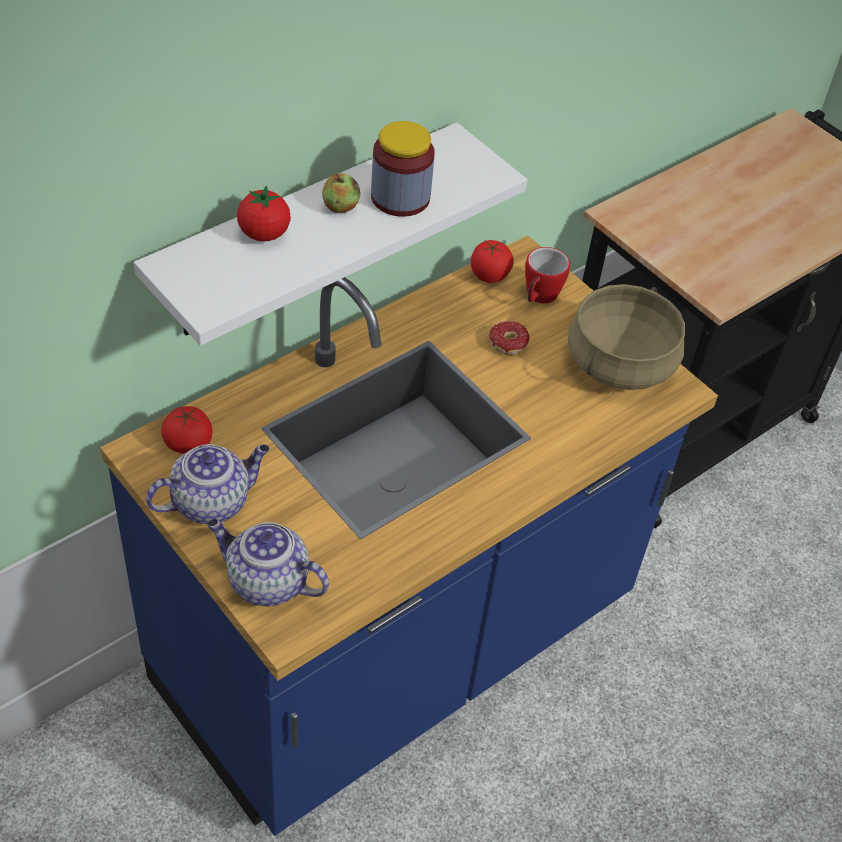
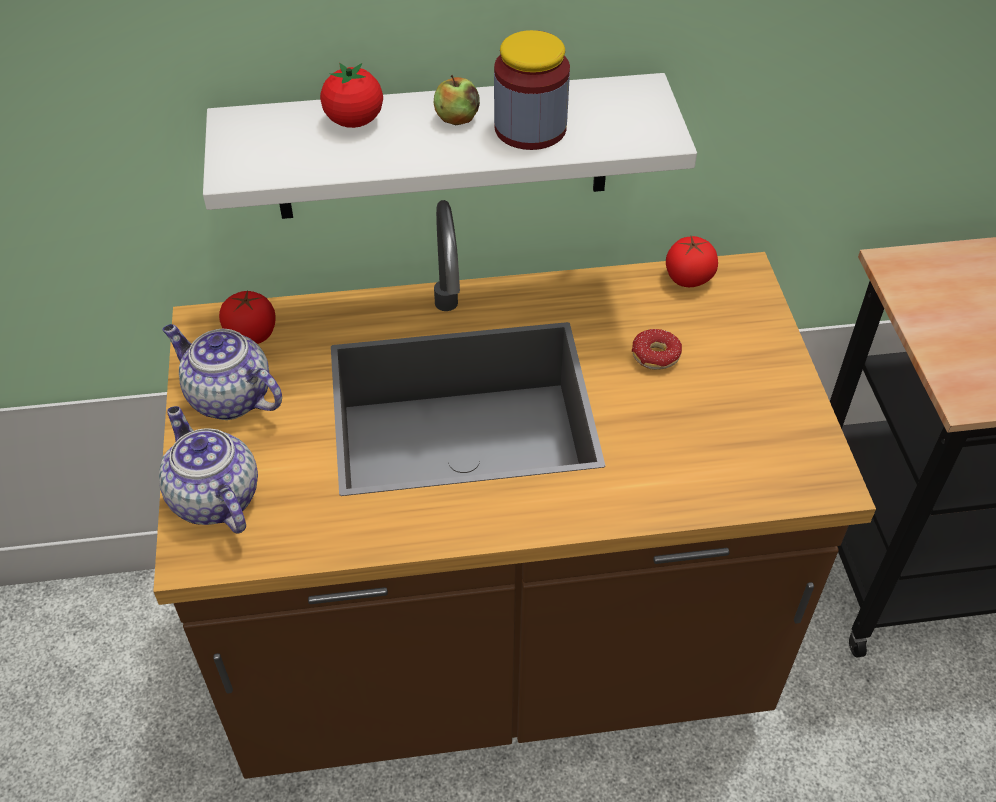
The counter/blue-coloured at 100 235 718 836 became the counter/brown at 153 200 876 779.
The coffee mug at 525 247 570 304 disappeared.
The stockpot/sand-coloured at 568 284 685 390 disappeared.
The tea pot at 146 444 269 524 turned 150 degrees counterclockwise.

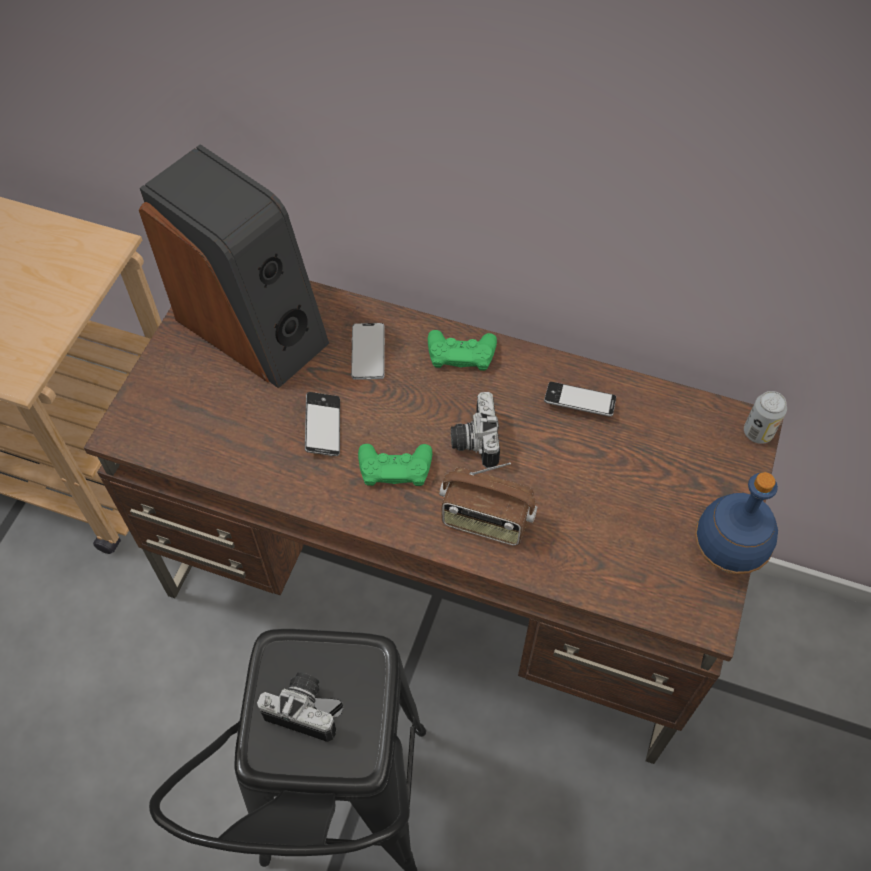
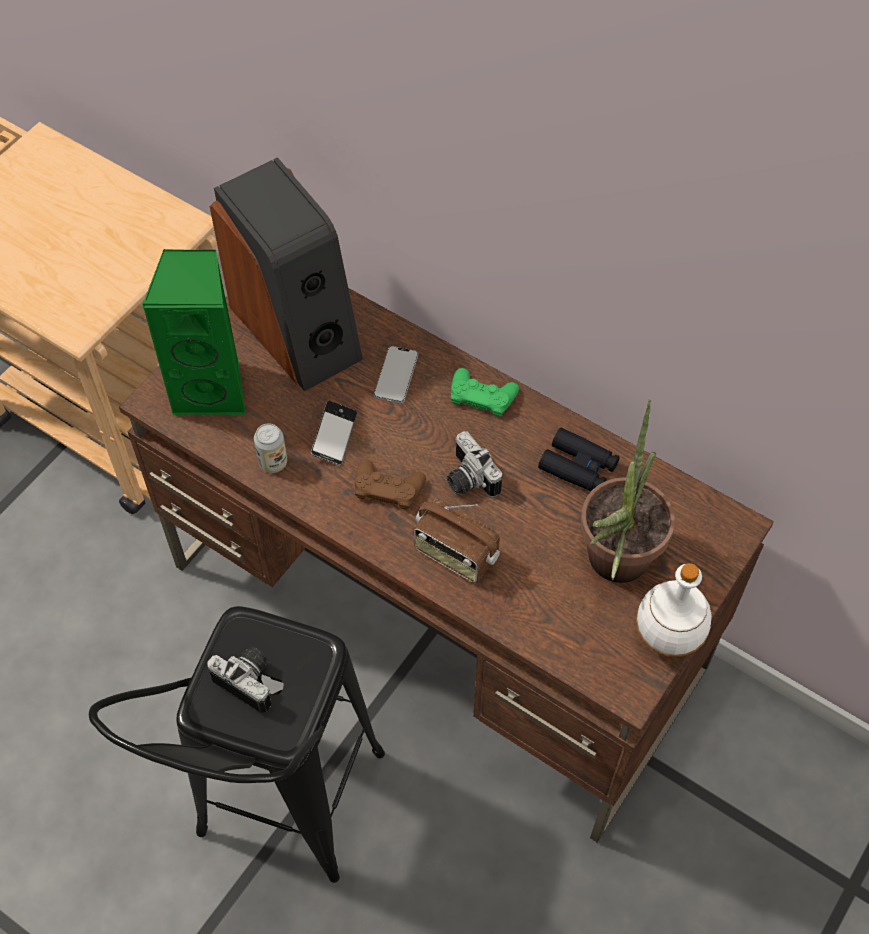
The phone at 544 382 616 417 was replaced by the field glasses/black at 538 428 620 491.
The metal can moved from 744 391 787 444 to 254 423 287 473.
The photo camera at 451 392 500 468 turned 45 degrees counterclockwise.
The game controller/green at 358 444 432 486 became the game controller/brown at 355 460 426 510.
The drink bottle/blue-coloured at 695 472 778 574 became the drink bottle/white-coloured at 636 563 712 657.
The loudspeaker/green at 141 249 246 415 appeared.
The houseplant at 580 399 675 583 appeared.

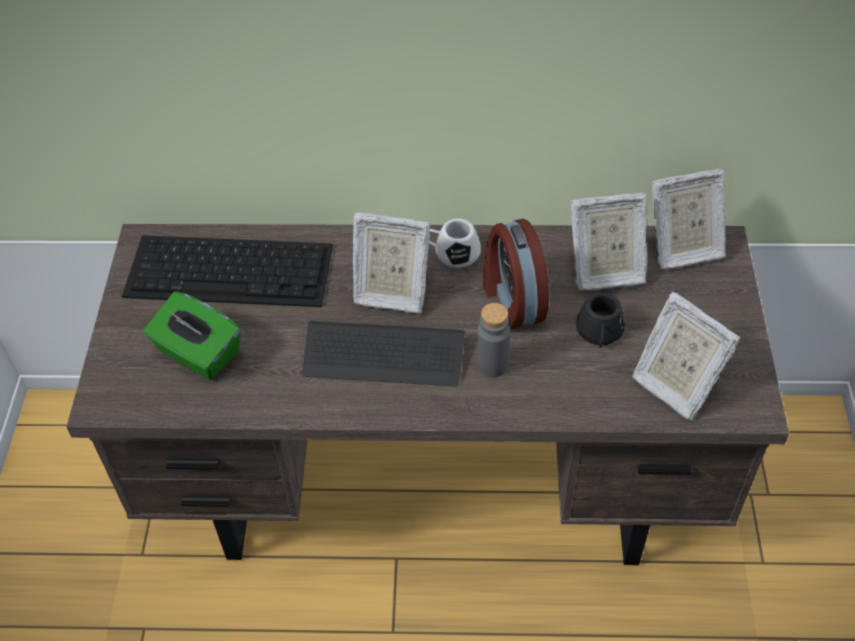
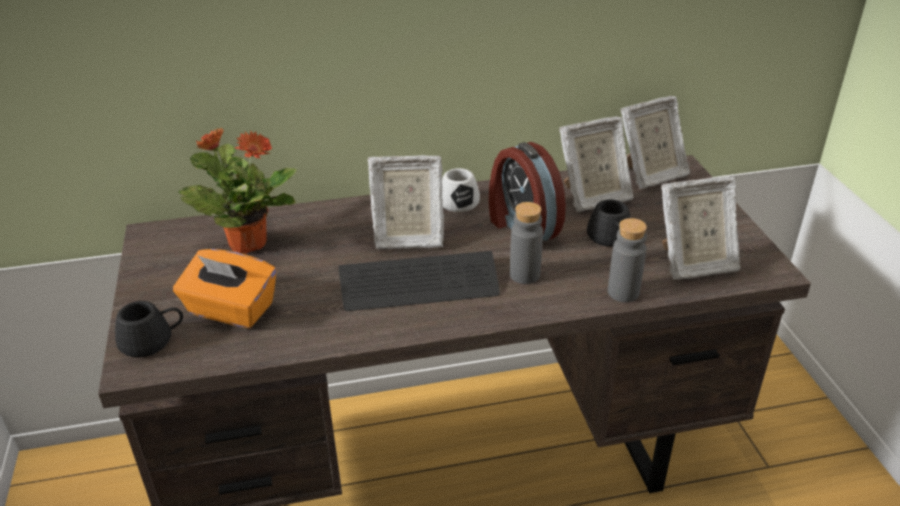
The computer keyboard at 122 235 333 307 was replaced by the houseplant at 179 128 297 254.
The tissue holder/green at 144 291 241 380 became the tissue holder/orange-coloured at 173 249 277 328.
The standing frame at 632 292 740 420 turned 45 degrees counterclockwise.
The drink bottle/greyish at 608 218 647 302 appeared.
The coffee mug/black at 115 301 183 358 appeared.

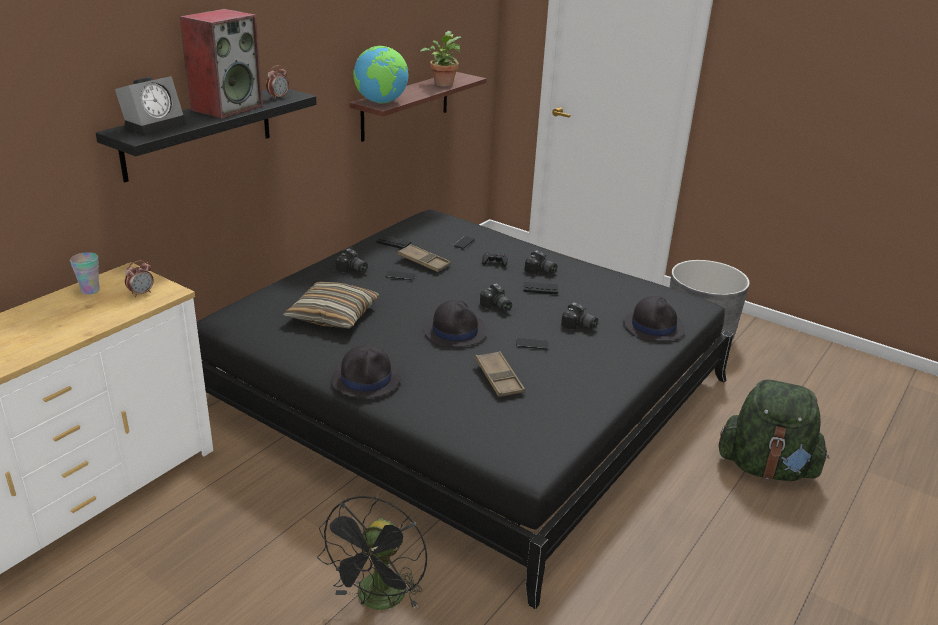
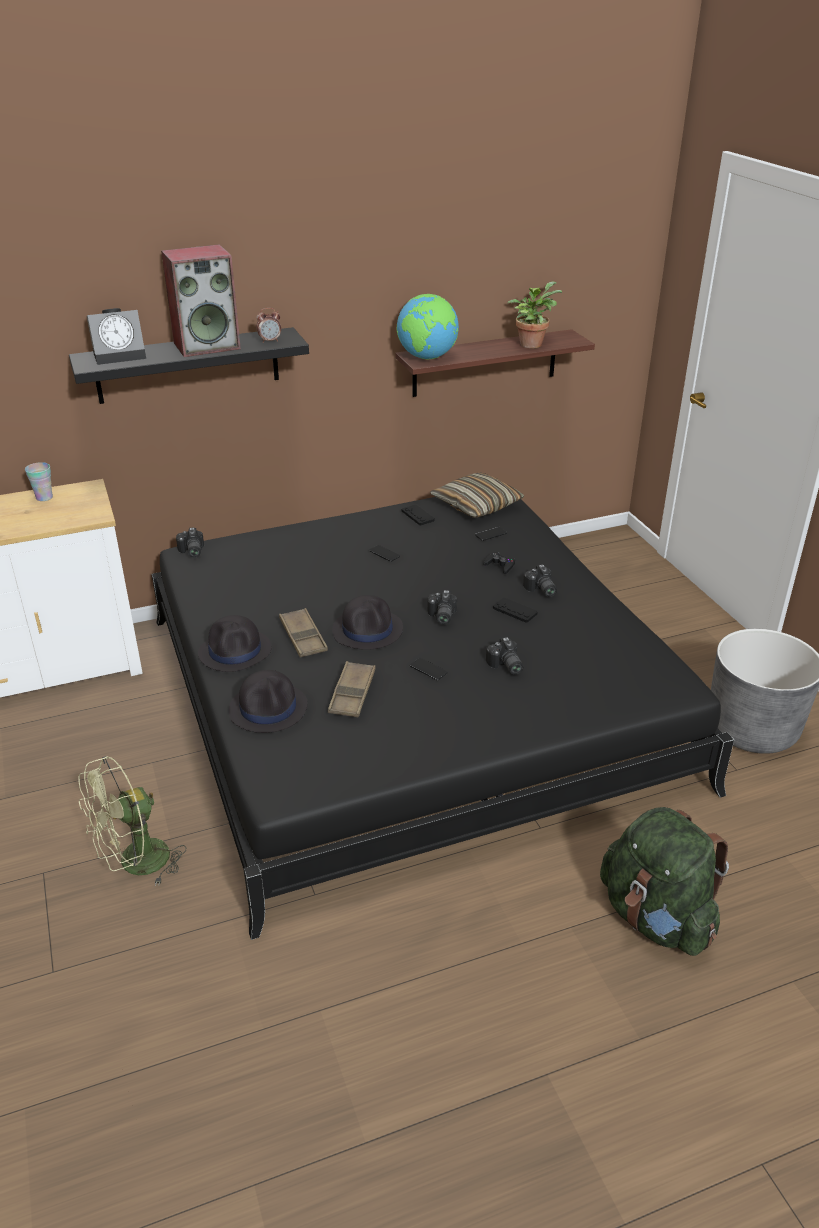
The carrying tray/brown moved from 397 244 451 272 to 279 608 328 657.
The photo camera moved from 336 248 368 273 to 176 527 204 558.
The table clock at 125 260 154 297 disappeared.
The pillow moved from 283 282 379 329 to 430 473 525 518.
The wearable hat/black moved from 623 296 685 341 to 229 670 308 733.
The cooling fan/black at 317 496 427 610 became the cooling fan/green at 79 756 187 886.

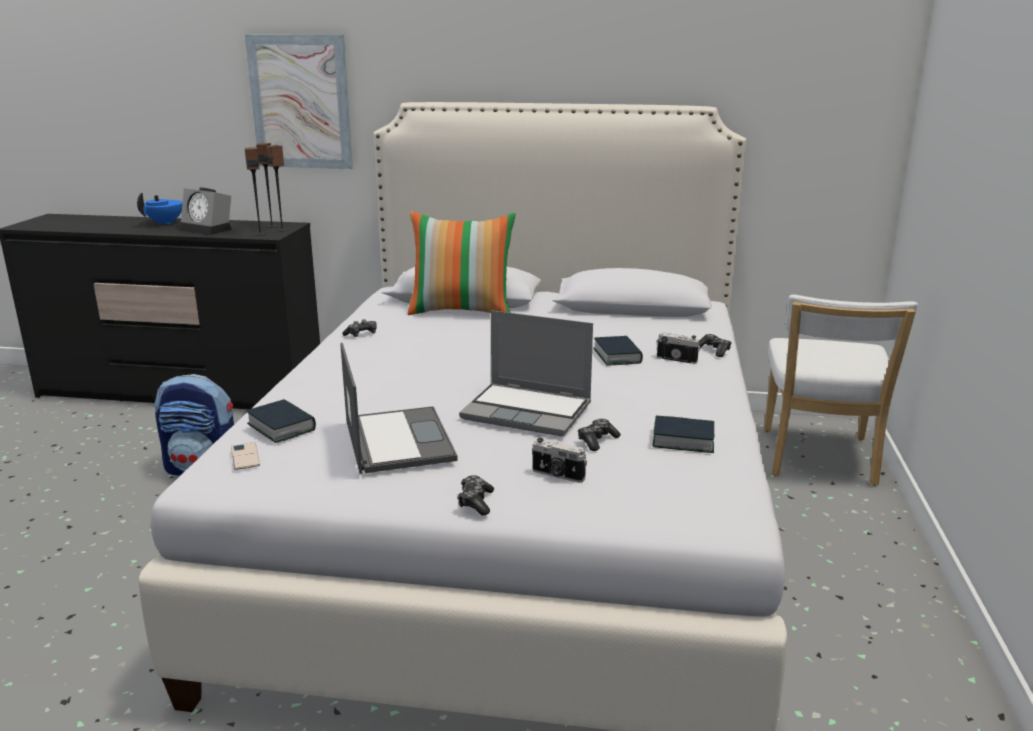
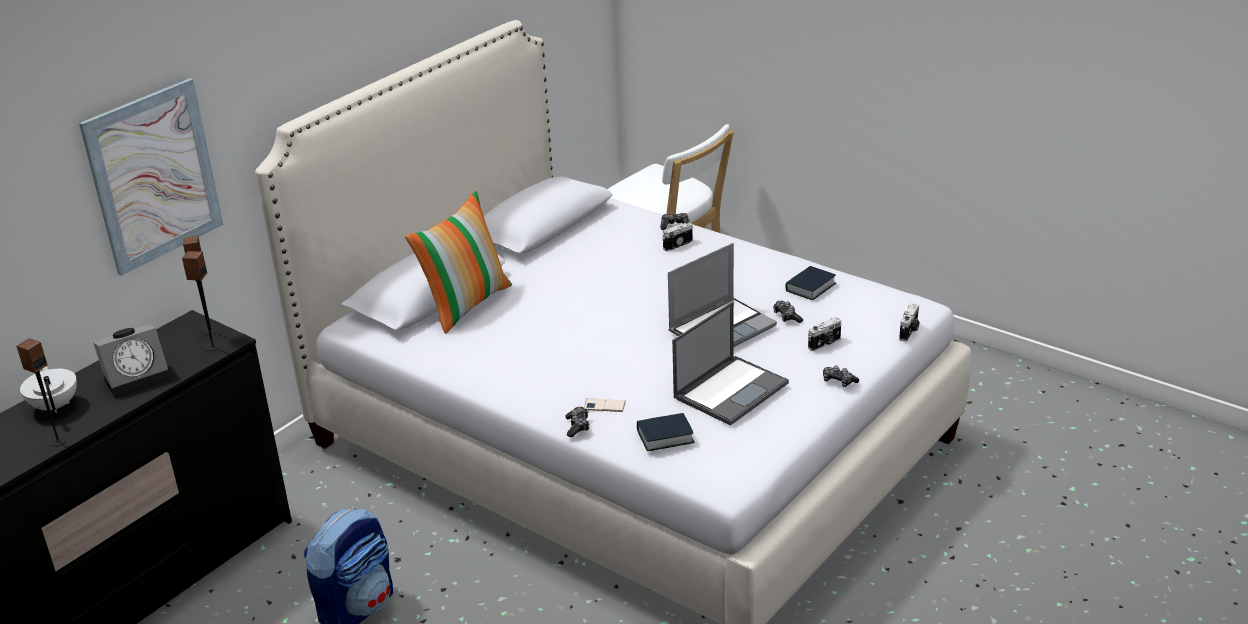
The loudspeaker moved from 256 143 278 228 to 16 338 66 446.
The tea pot/blue-coloured at 137 193 183 225 became the tea pot/white-coloured at 20 366 77 413.
The game controller moved from 342 319 377 337 to 565 407 590 437.
The book at 594 336 643 365 disappeared.
The notebook computer at 340 343 458 474 turned 120 degrees clockwise.
The phone moved from 231 442 260 470 to 584 398 626 412.
The photo camera at 899 303 919 342 appeared.

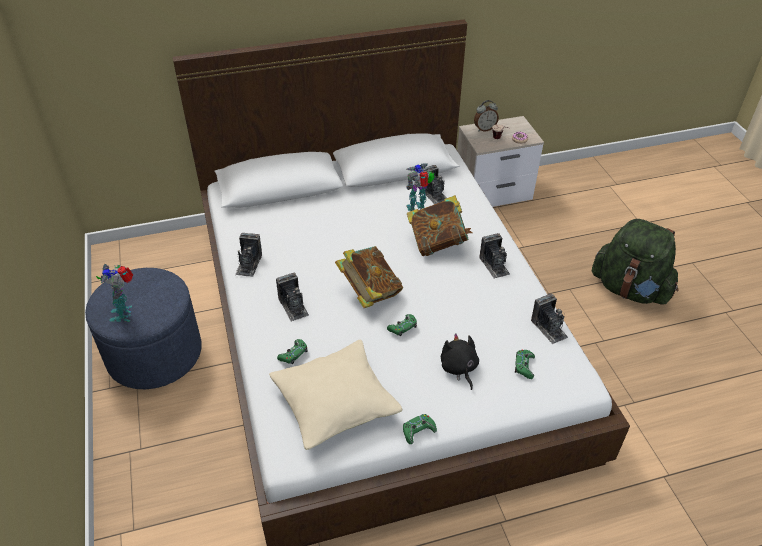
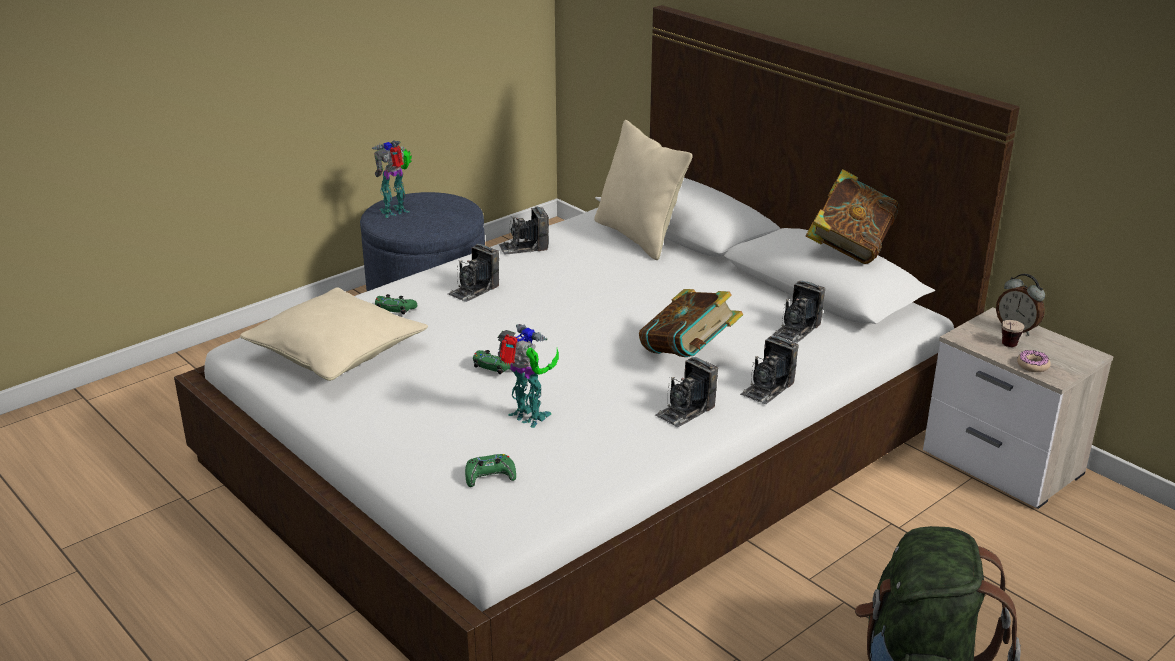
The toy robot moved from 406 163 435 211 to 497 324 559 428.
The book moved from 335 246 403 308 to 806 169 898 264.
The photo camera moved from 531 294 568 344 to 740 335 799 404.
The cuddly toy/black at 441 333 479 390 disappeared.
The game controller/green at 403 414 437 444 disappeared.
The pillow/sand-coloured at 594 120 693 260 appeared.

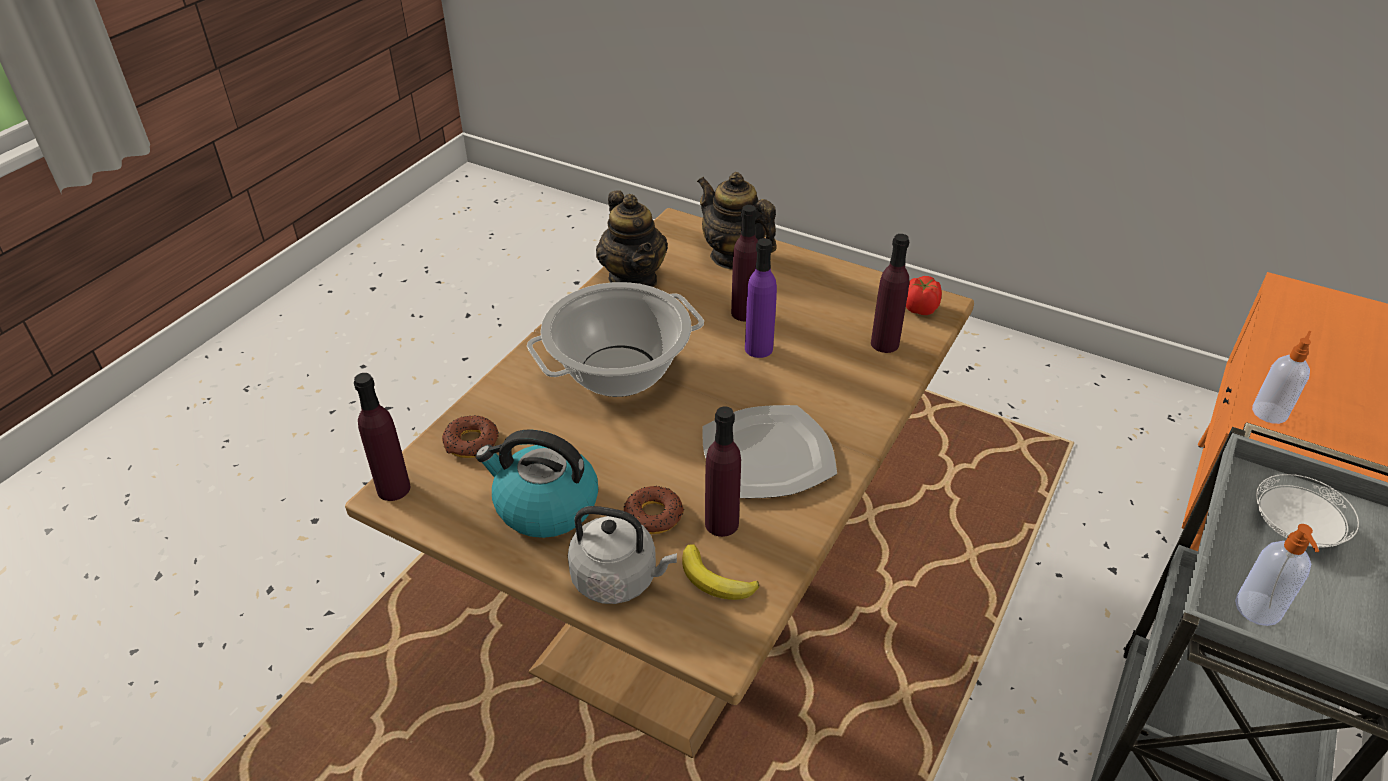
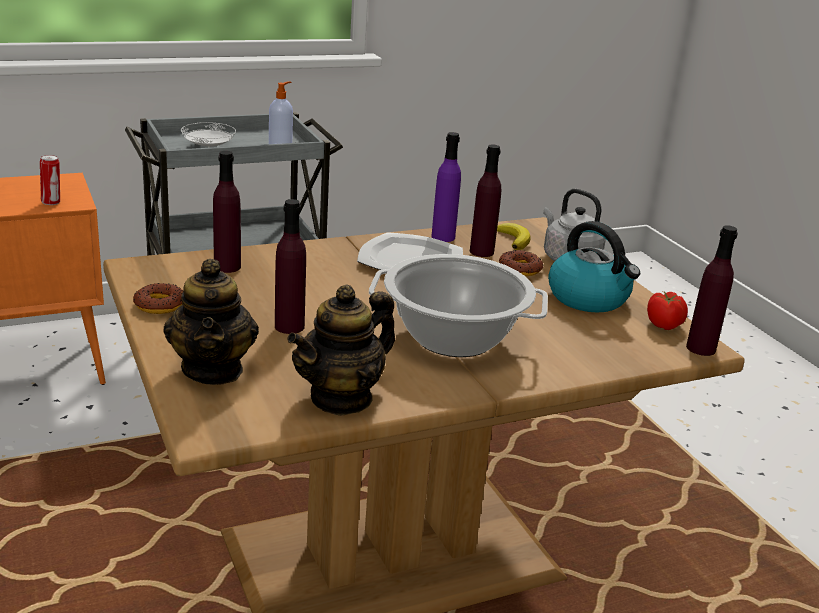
The tea pot at 596 190 668 287 turned 150 degrees counterclockwise.
The drink bottle/purple moved from 745 238 777 358 to 431 132 461 242.
The fresh tomato moved from 906 276 942 315 to 647 291 688 330.
The soap bottle at 1252 331 1311 424 was replaced by the metal can at 40 155 60 205.
The donut moved from 442 415 499 458 to 133 283 183 314.

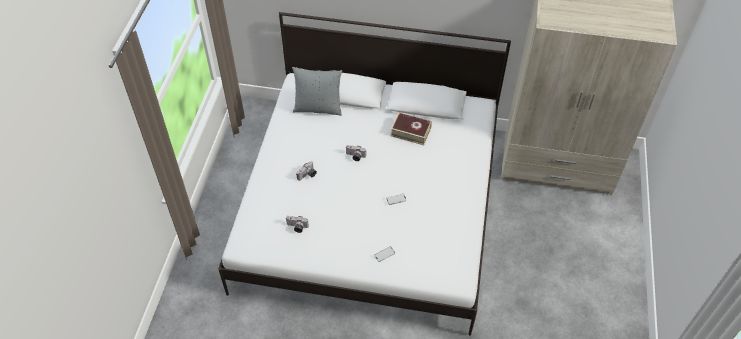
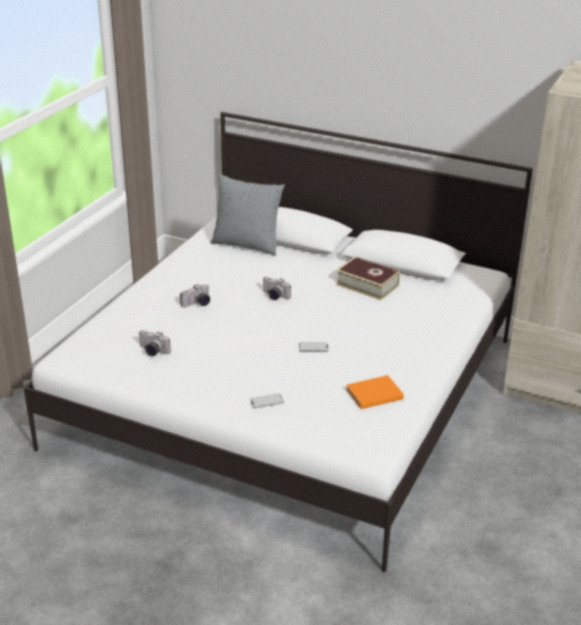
The book/orange-coloured at 346 375 404 409 appeared.

